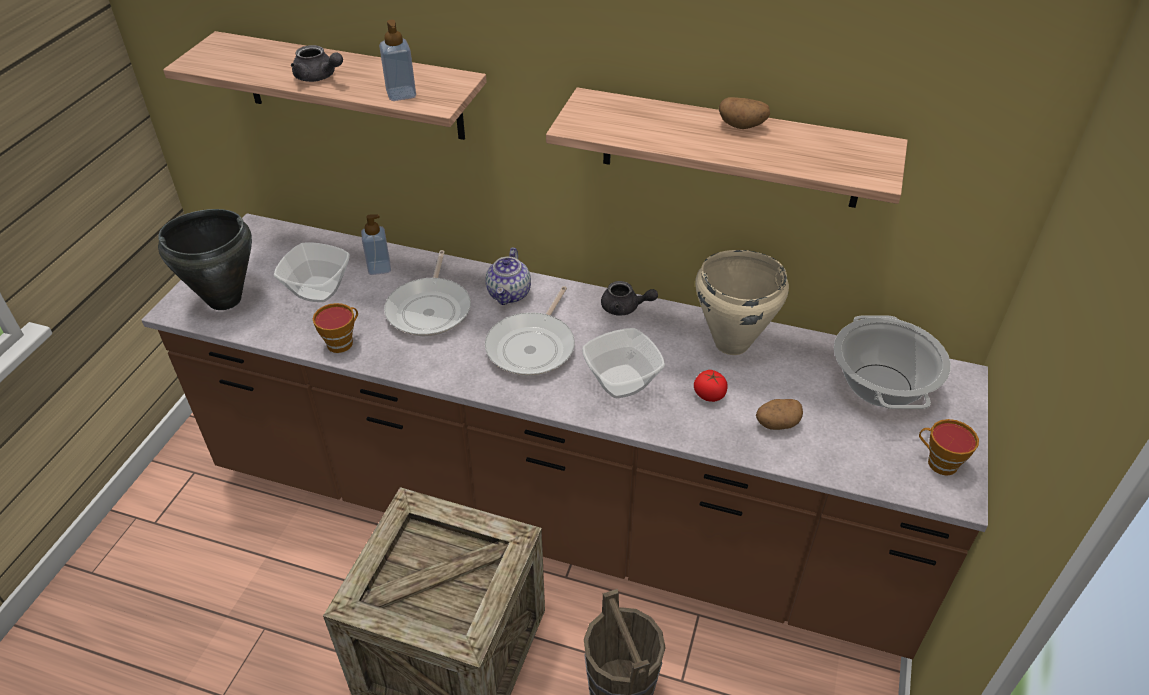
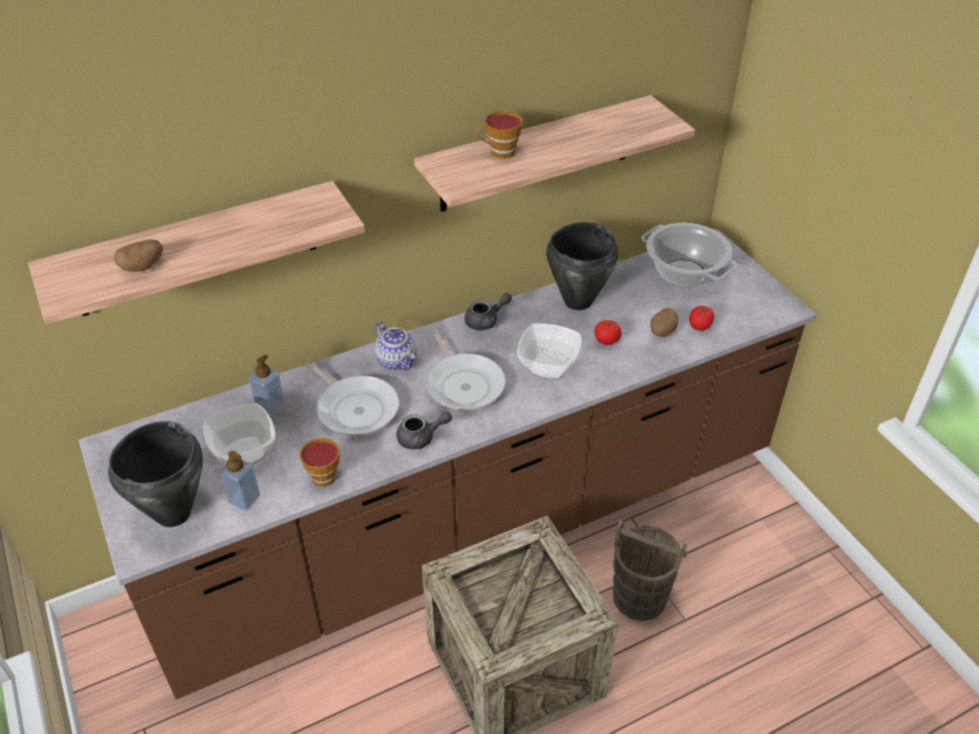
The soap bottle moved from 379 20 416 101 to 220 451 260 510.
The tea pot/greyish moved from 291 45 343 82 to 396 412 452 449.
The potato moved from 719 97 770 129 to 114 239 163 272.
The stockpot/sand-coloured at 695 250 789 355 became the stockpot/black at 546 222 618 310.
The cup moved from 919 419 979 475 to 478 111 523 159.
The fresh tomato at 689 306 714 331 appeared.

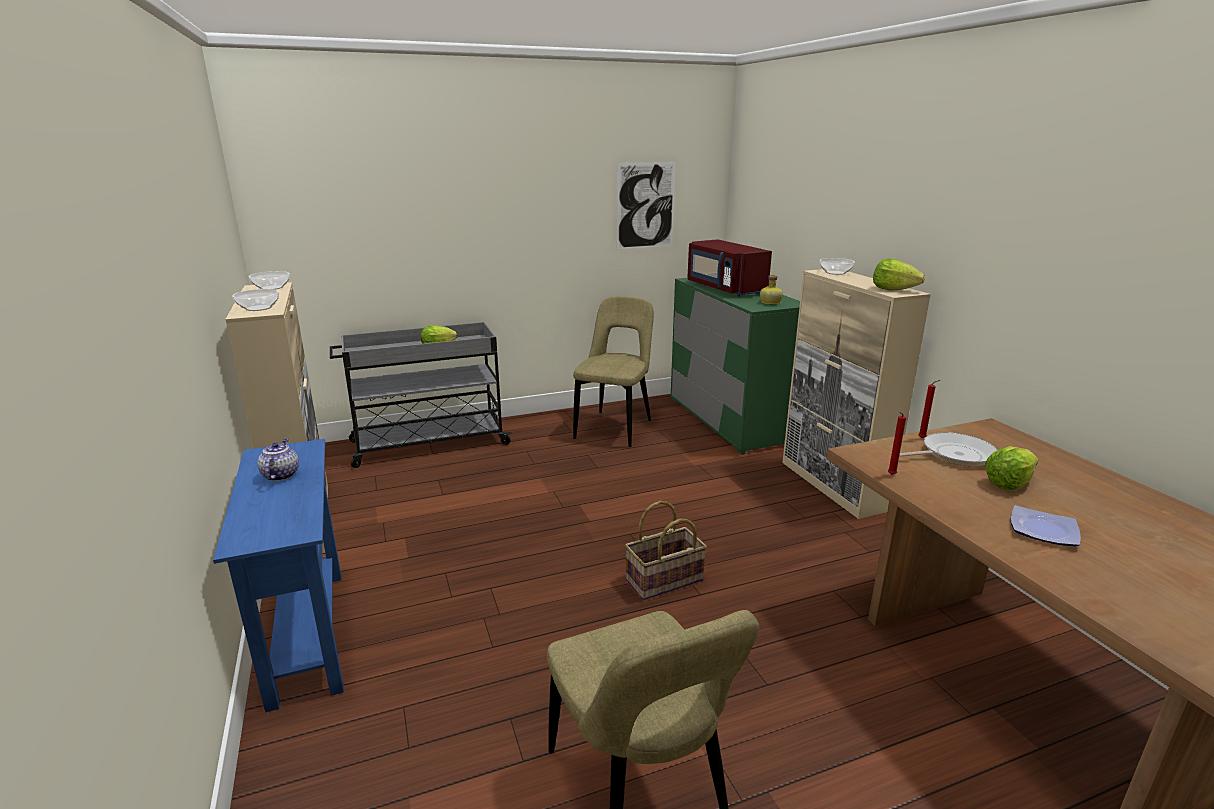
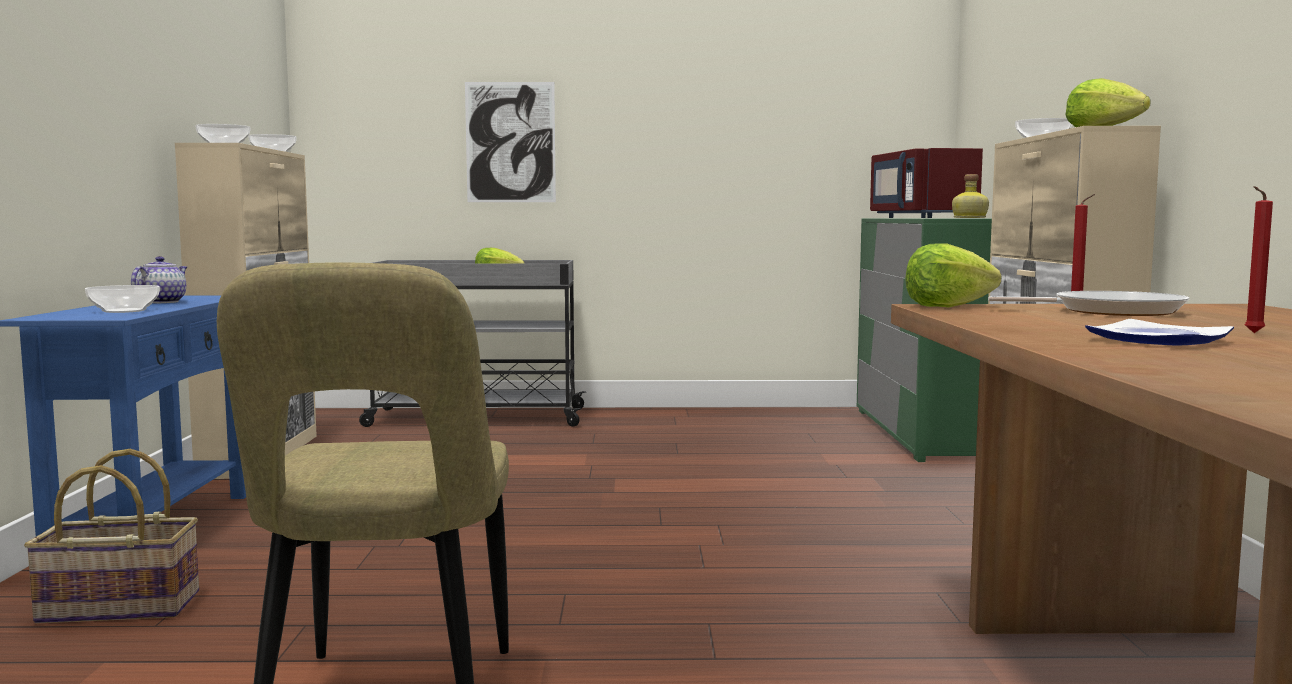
The wall art moved from 617 162 675 249 to 465 82 556 202.
The upright chair/sand-coloured at 573 296 654 447 disappeared.
The wax light/red moved from 888 412 906 475 to 1245 186 1273 333.
The lettuce head moved from 985 447 1038 490 to 906 243 1001 307.
The basket moved from 625 501 707 600 to 24 449 199 624.
The deep dish at 85 285 160 313 appeared.

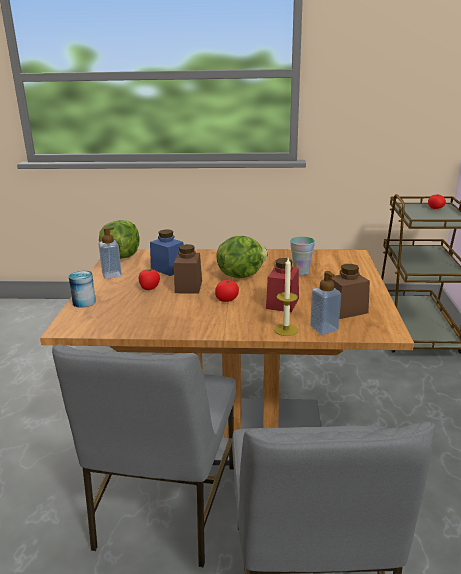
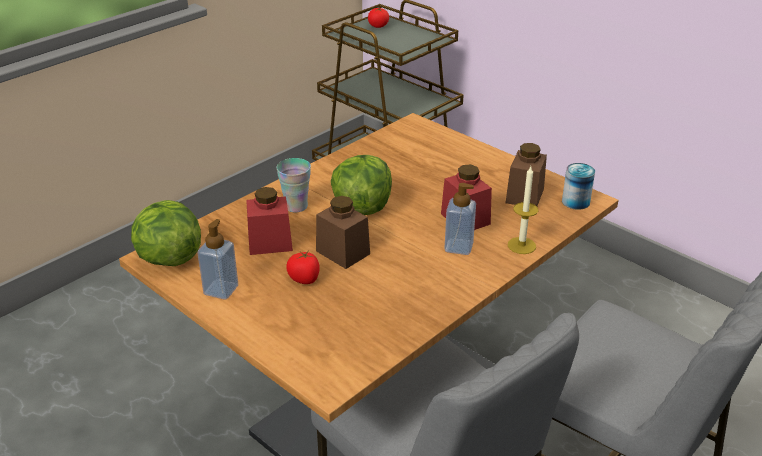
The storage jar/blue-coloured at 150 229 184 276 became the storage jar/red at 246 187 293 255.
The cup moved from 290 237 315 275 to 276 158 311 213.
The metal can moved from 69 271 96 308 to 562 163 595 210.
The soap bottle moved from 310 271 341 335 to 444 183 476 255.
The fresh tomato at 215 280 239 302 disappeared.

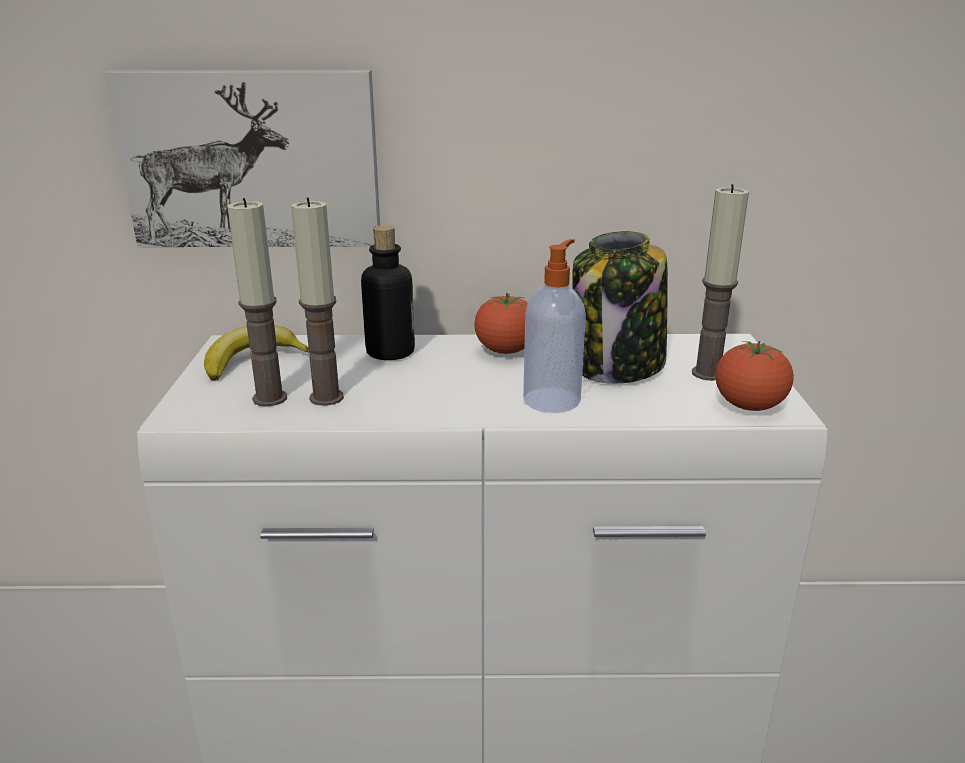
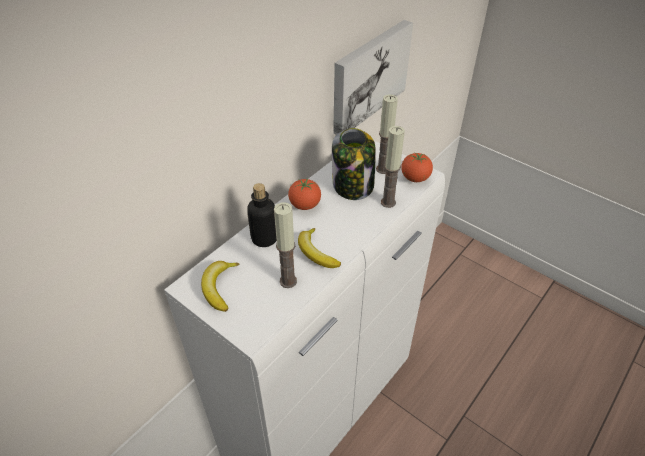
The wall art moved from 104 70 380 247 to 333 20 413 135.
The wax light moved from 227 198 287 407 to 381 126 405 208.
The soap bottle at 523 239 586 413 disappeared.
The banana at 298 228 341 268 appeared.

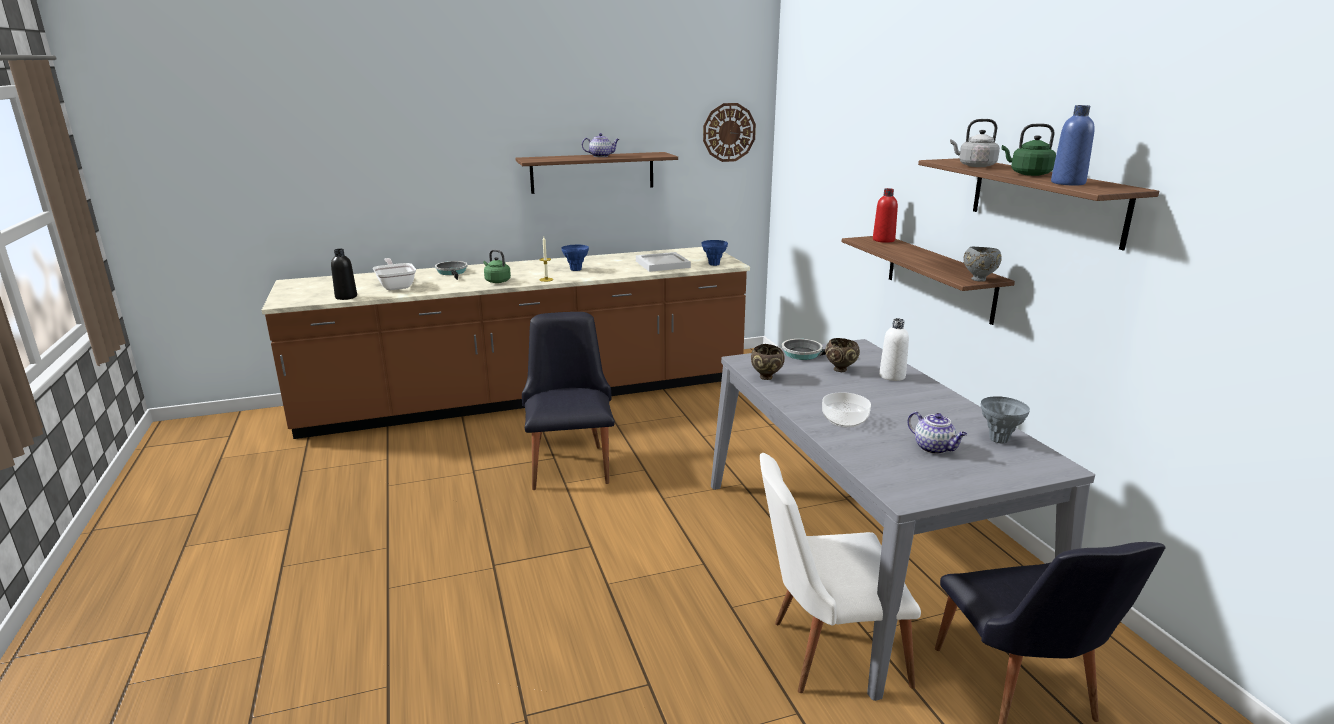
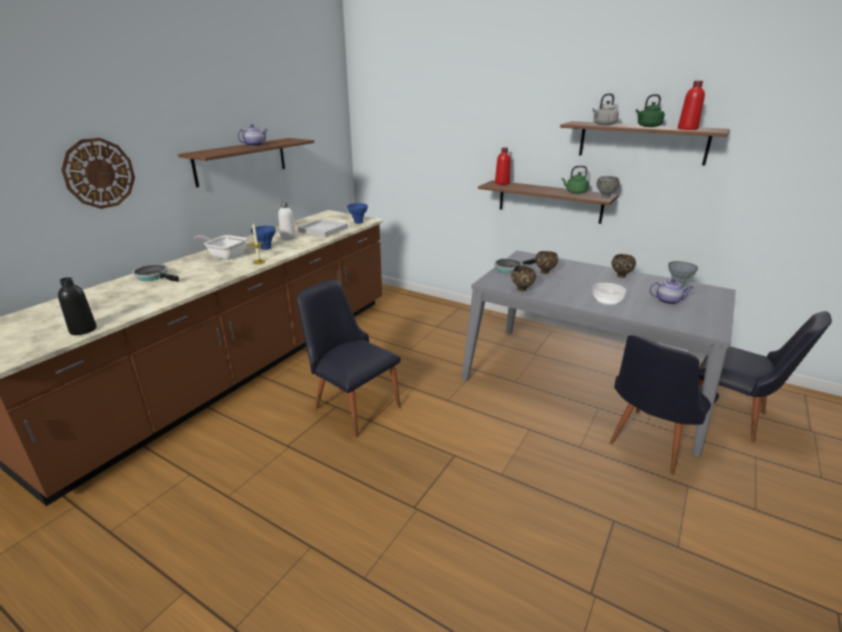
The wall clock moved from 703 103 756 162 to 61 138 135 209.
The drink bottle/blue-coloured at 1051 105 1095 186 became the drink bottle/red at 678 81 705 130.
The tea kettle/green moved from 483 250 511 283 to 562 166 589 194.
The frying pan moved from 373 258 416 290 to 194 235 247 260.
The drink bottle/white-coloured moved from 879 318 909 381 to 278 202 296 240.
The upright chair/white-coloured at 760 453 921 693 became the upright chair/black at 609 335 719 475.
The deep dish/brown at 612 254 636 278 appeared.

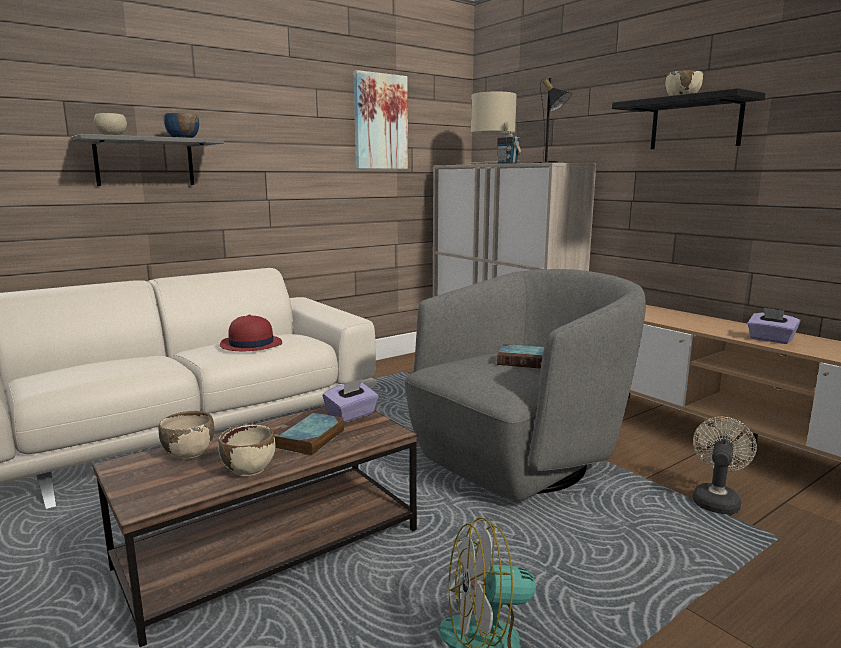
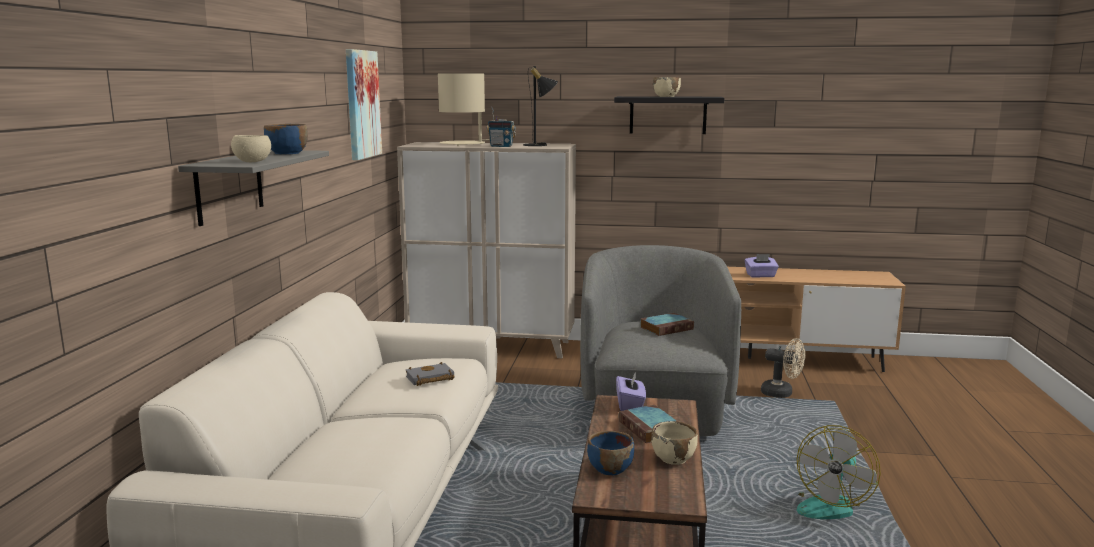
The wearable hat/red at 220 315 282 351 was replaced by the book/greyish at 406 362 454 386.
The deep dish/sand-coloured at 158 411 214 459 became the deep dish/blue-coloured at 587 431 634 475.
The cooling fan/sand-coloured at 693 417 757 514 turned 135 degrees clockwise.

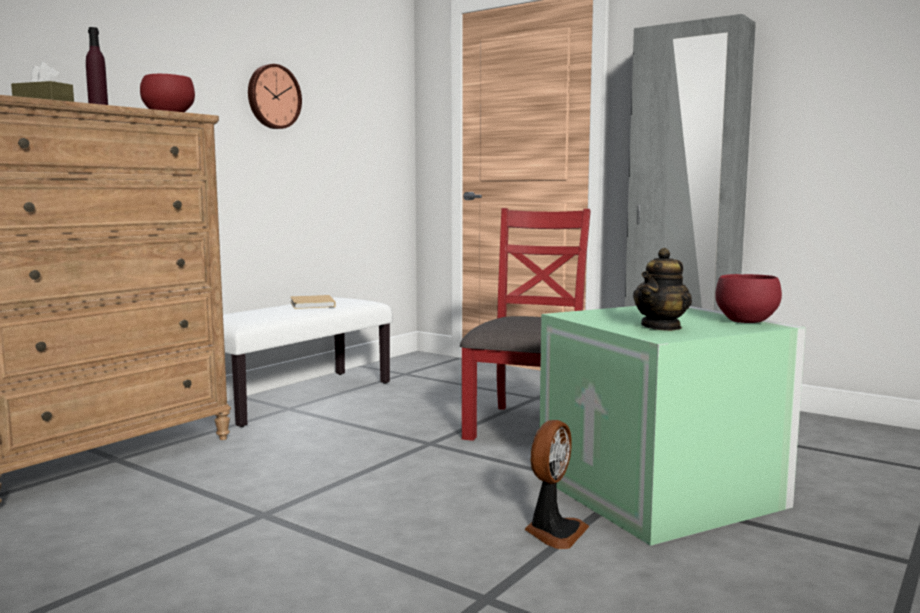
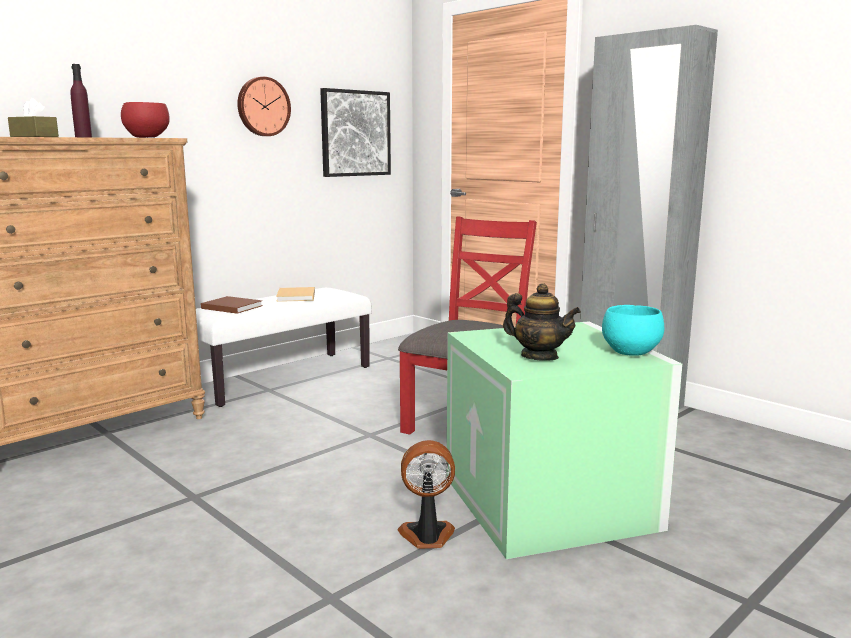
The tea pot at 633 248 692 331 turned 105 degrees counterclockwise.
The deep dish/red at 716 274 782 323 became the deep dish/turquoise-coloured at 602 305 664 356.
The cooling fan at 525 420 589 549 turned 135 degrees counterclockwise.
The wall art at 320 88 391 177 appeared.
The book/brown at 201 296 263 314 appeared.

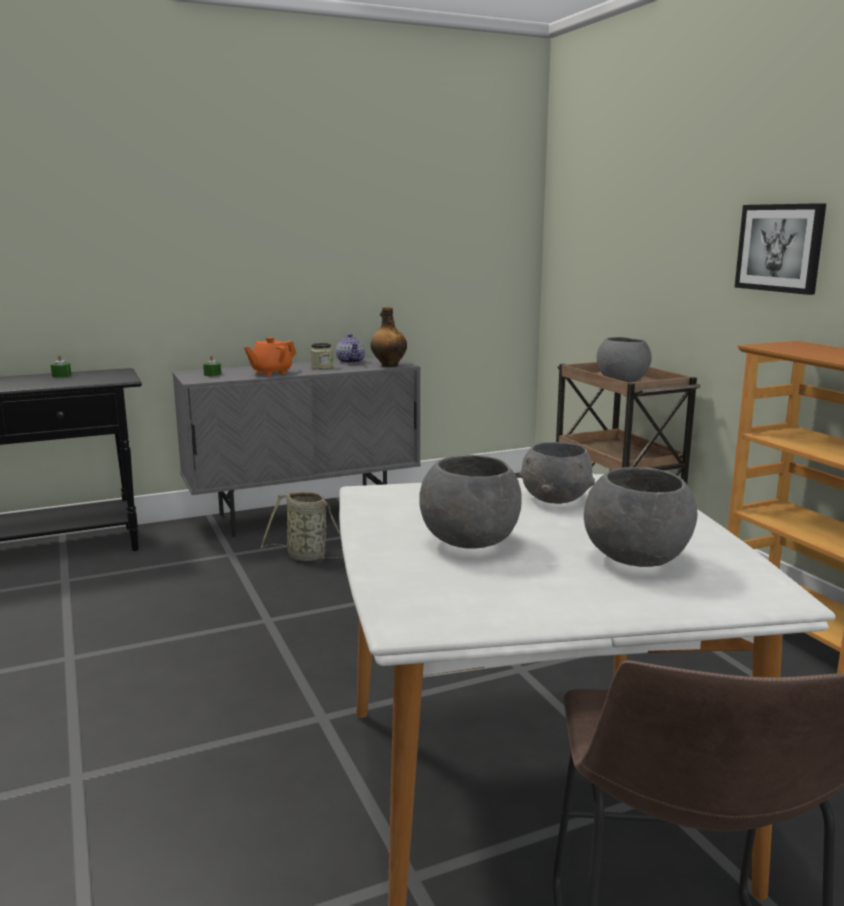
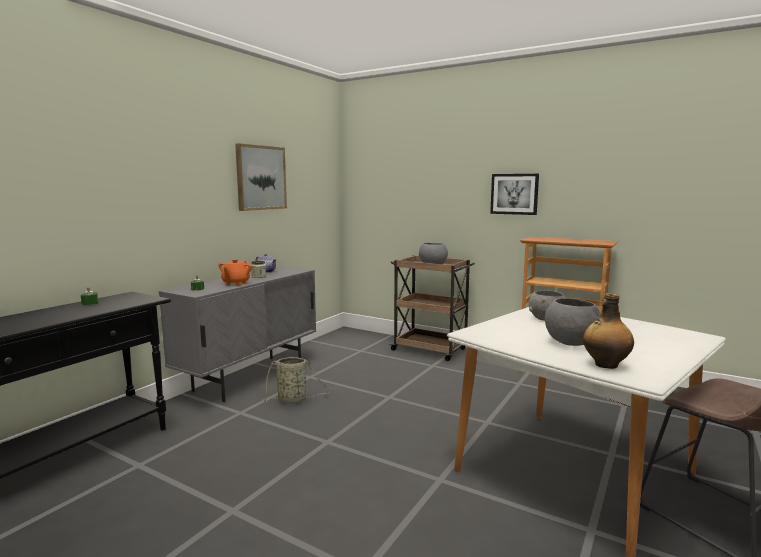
The drink bottle moved from 370 307 407 367 to 583 293 634 369.
The deep dish/greyish at 584 467 698 567 disappeared.
The wall art at 235 143 287 211 appeared.

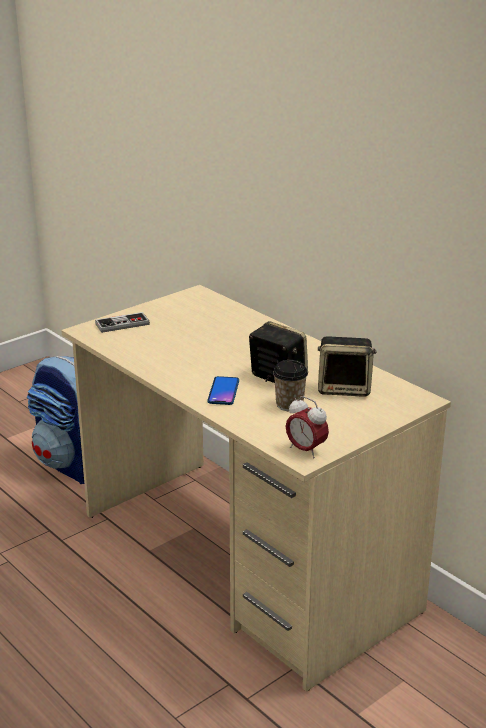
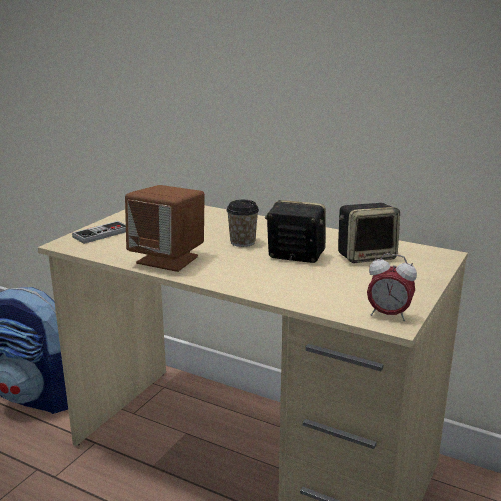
The cup moved from 273 360 308 411 to 226 200 259 247.
The phone at 208 376 239 405 disappeared.
The loudspeaker/brown at 125 185 205 272 appeared.

